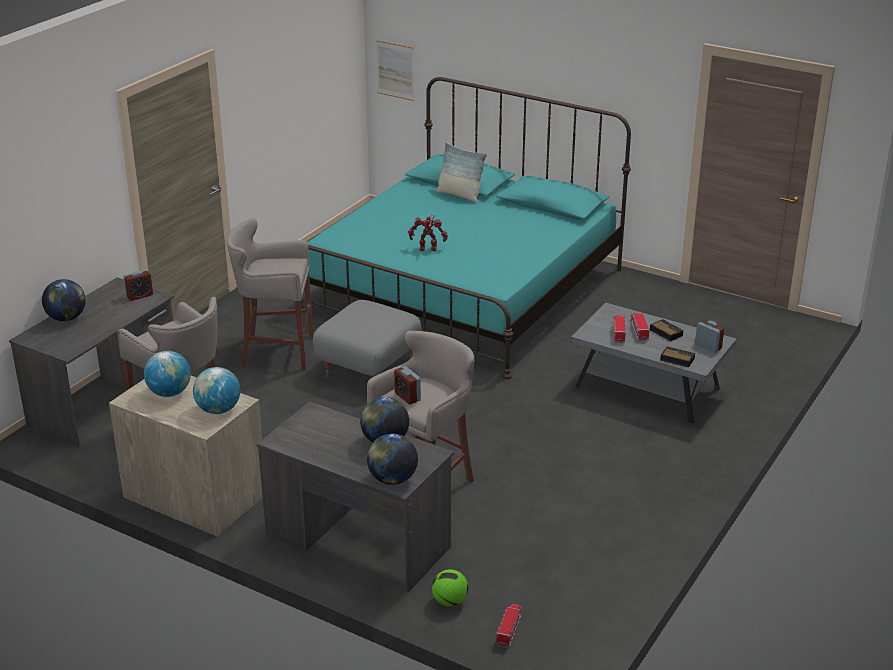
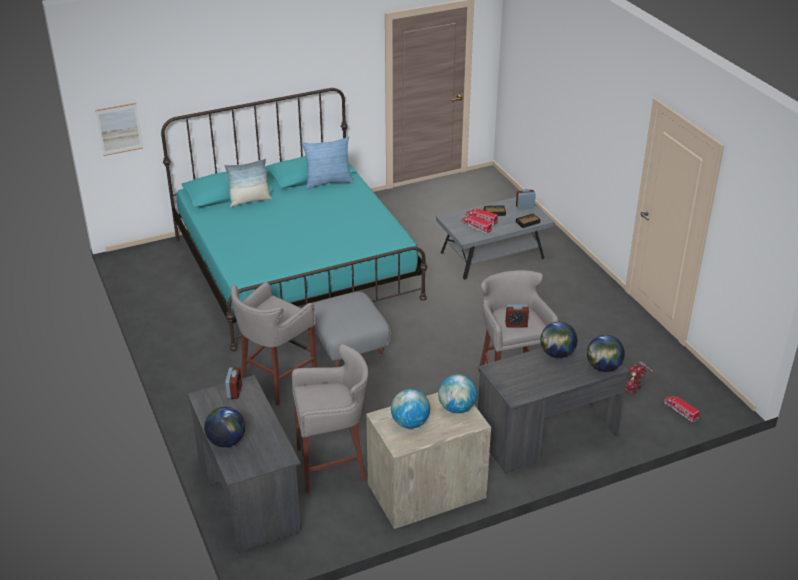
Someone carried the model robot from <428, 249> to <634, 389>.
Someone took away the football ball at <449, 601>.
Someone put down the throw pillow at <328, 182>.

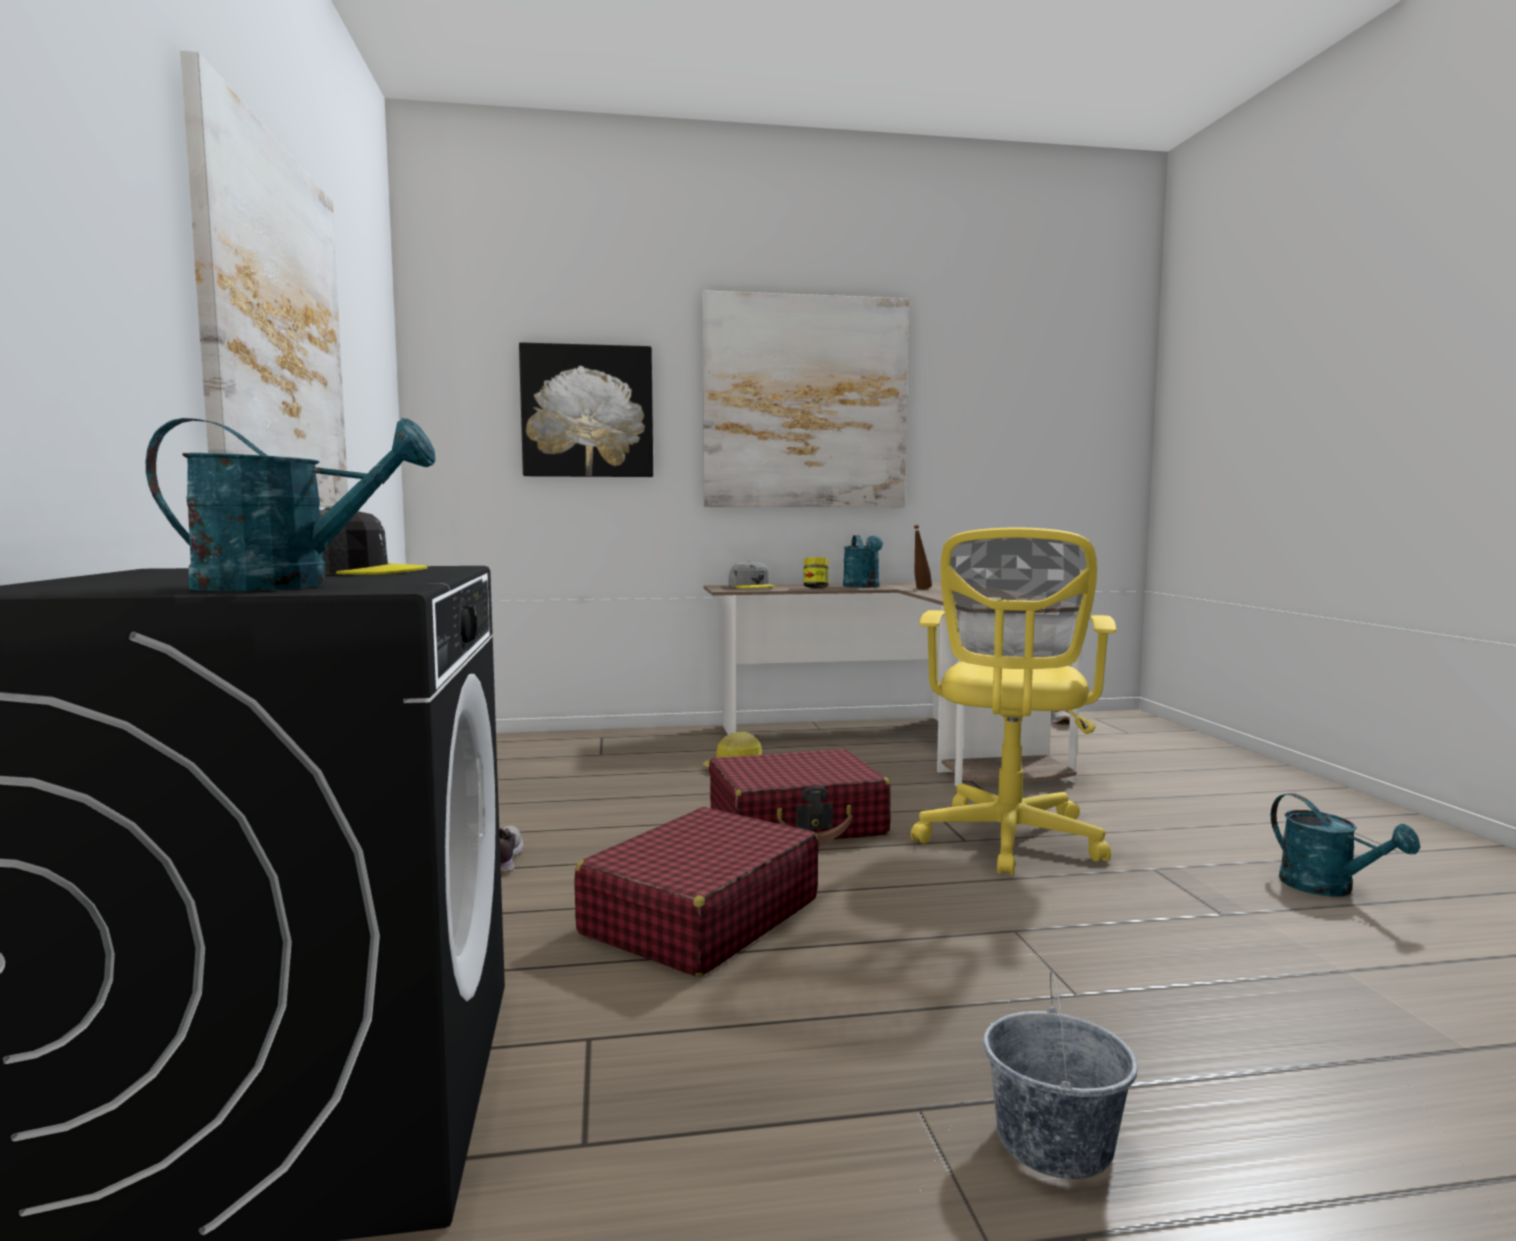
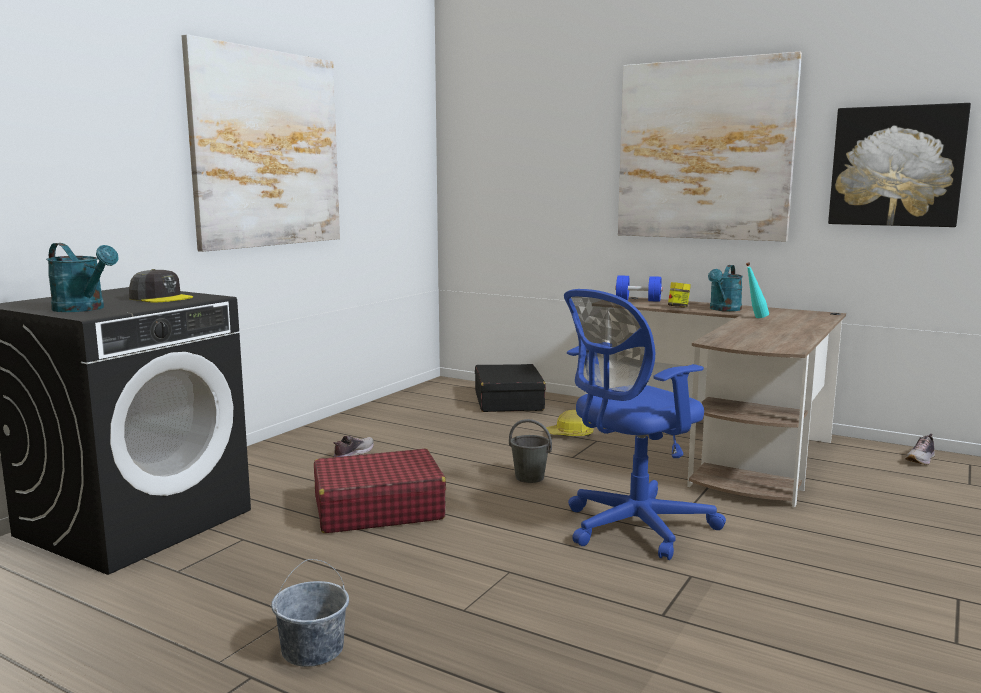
Someone carried the wall picture from <587, 411> to <896, 166>.
Someone repainted the brownish bottle at <920, 589>, which became the turquoise bottle at <755, 318>.
Someone repainted the yellow computer chair at <1008, 842>, which became the blue-coloured computer chair at <632, 528>.
Someone swapped the grey peaked cap at <752, 586> for the blue-coloured hand weight at <638, 300>.
Someone swapped the reddish suitcase at <797, 822> for the grey bucket at <530, 477>.
Someone took away the turquoise sprinkling can at <1328, 888>.
Someone put down the blackish suitcase at <508, 401>.

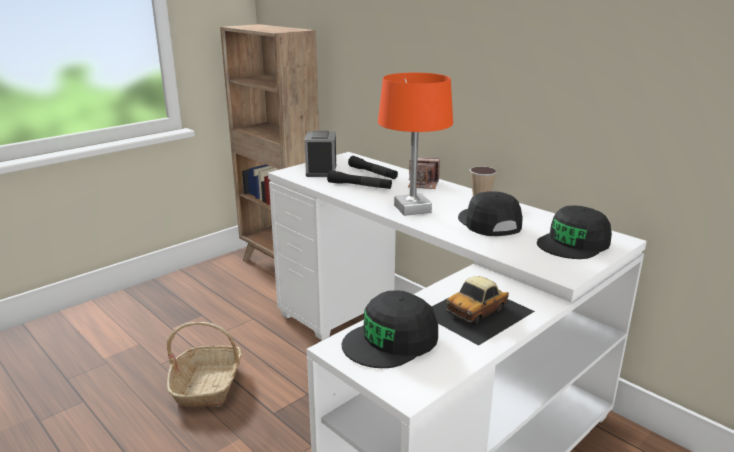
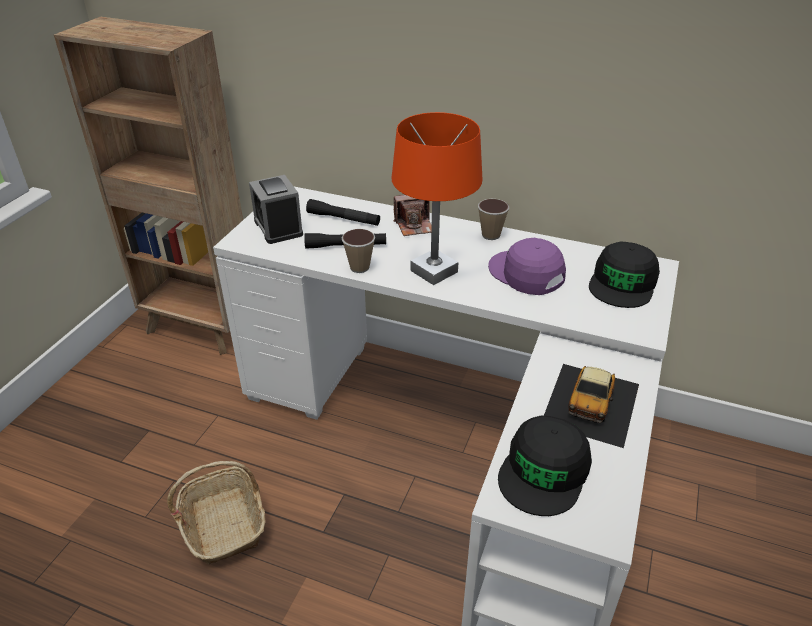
Someone repainted the blackish peaked cap at <489, 223>, which became the purplish peaked cap at <526, 273>.
Someone put down the cup at <359, 267>.

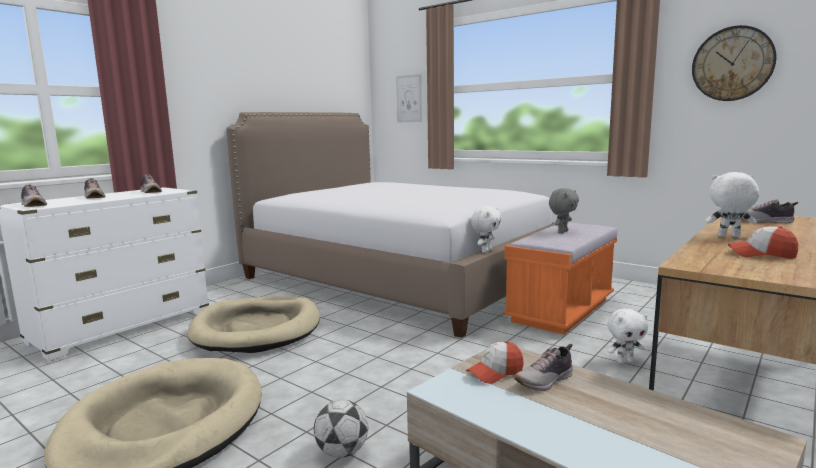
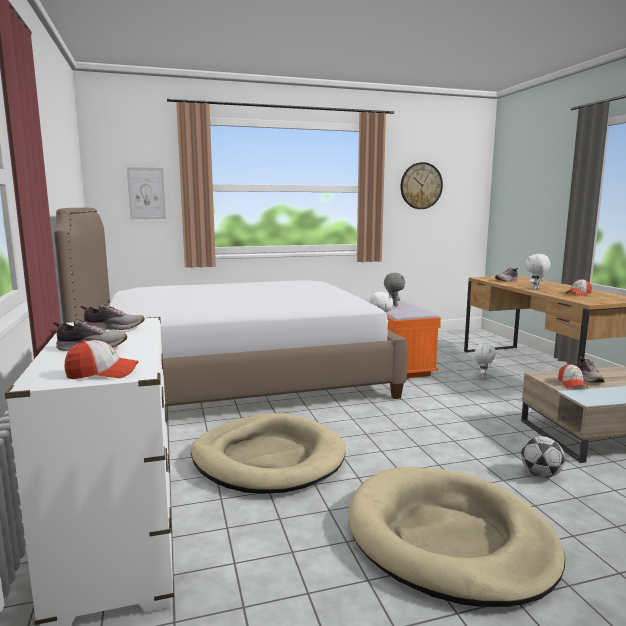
Someone swapped the item of footwear at <34, 205> for the peaked cap at <102, 373>.

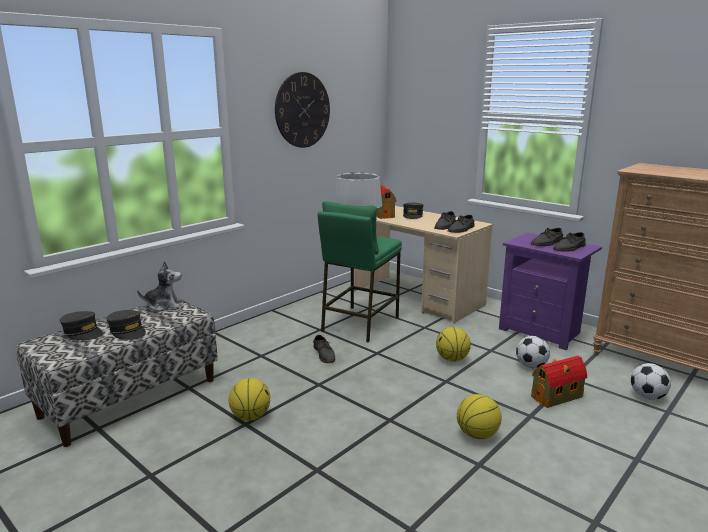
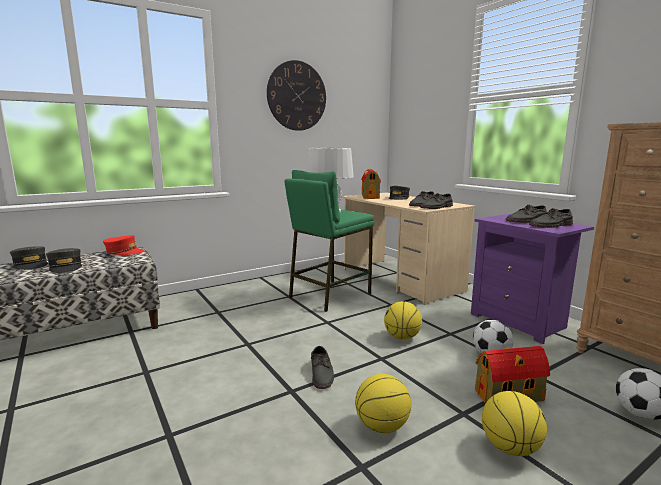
Someone swapped the cuddly toy at <164, 305> for the reddish peaked cap at <124, 252>.
Someone carried the grey item of footwear from <324, 354> to <322, 373>.
Someone carried the basketball ball from <250, 416> to <510, 447>.

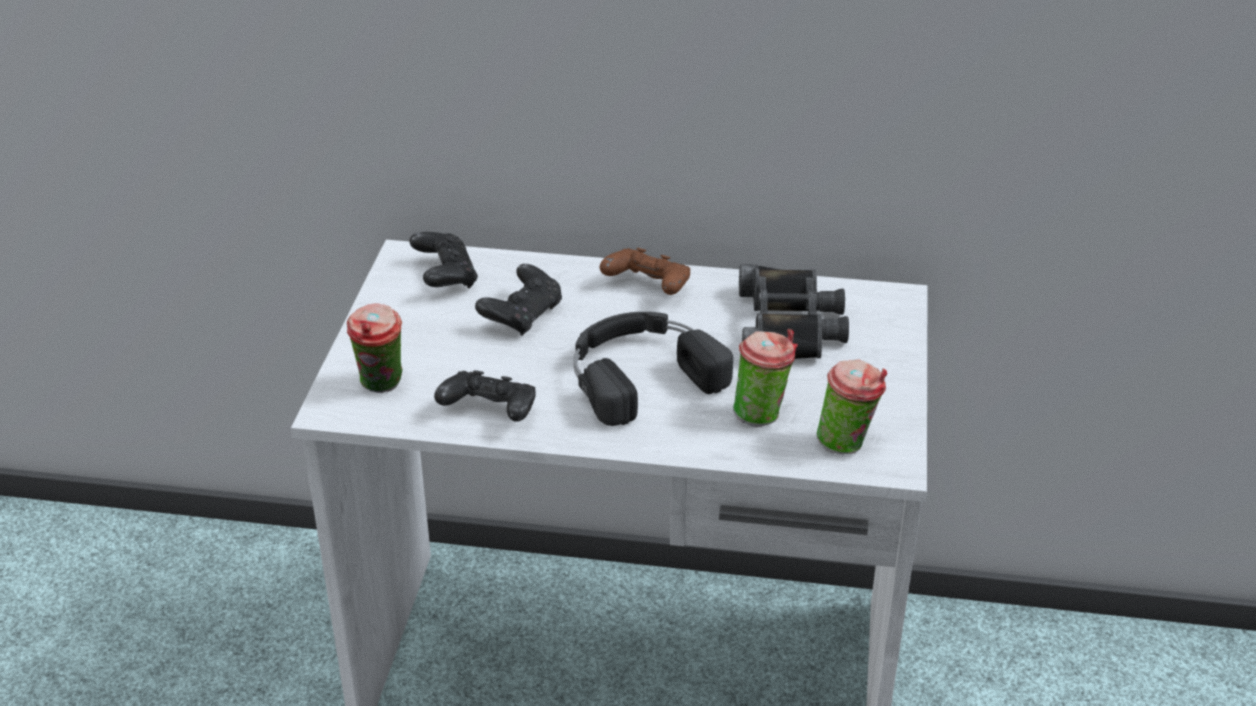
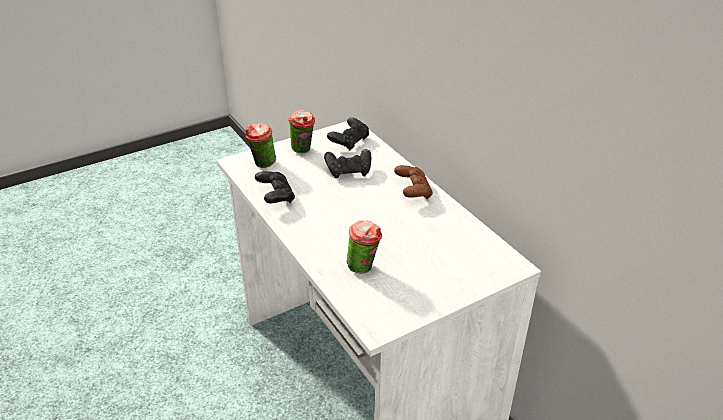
Someone took away the blackish binoculars at <790, 326>.
Someone took away the blackish pair of headphones at <640, 374>.
Someone carried the cup from <848, 444> to <303, 151>.

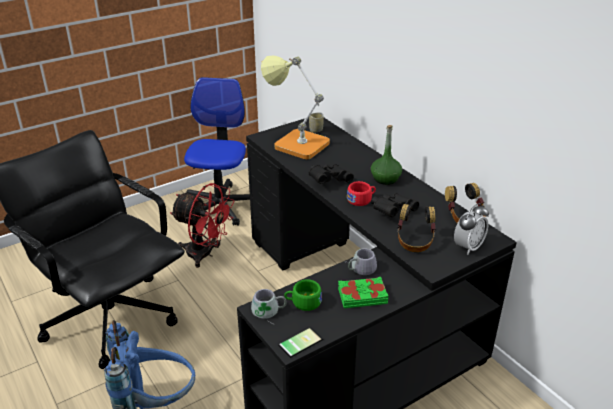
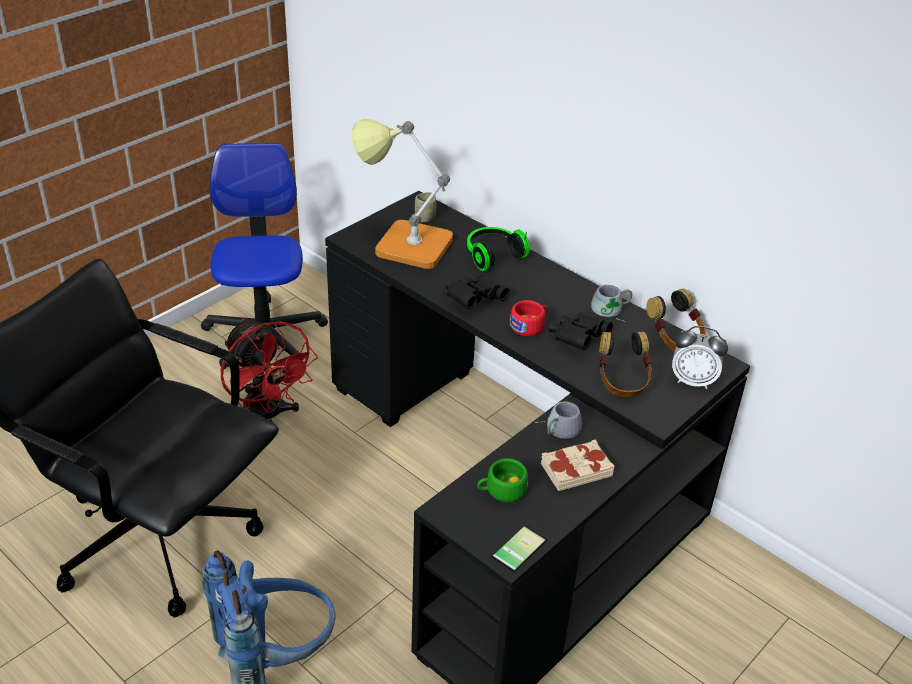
Someone took away the greenish bottle at <385, 178>.
Someone rotated the reddish fan at <205, 254> by 45 degrees clockwise.
Someone rotated the alarm clock at <468, 247> by 75 degrees clockwise.
Someone repainted the greenish bound book at <362, 296>, which became the beige bound book at <575, 469>.
Someone carried the grey coffee mug from <268, 312> to <611, 310>.
Someone put down the pair of headphones at <492, 255>.

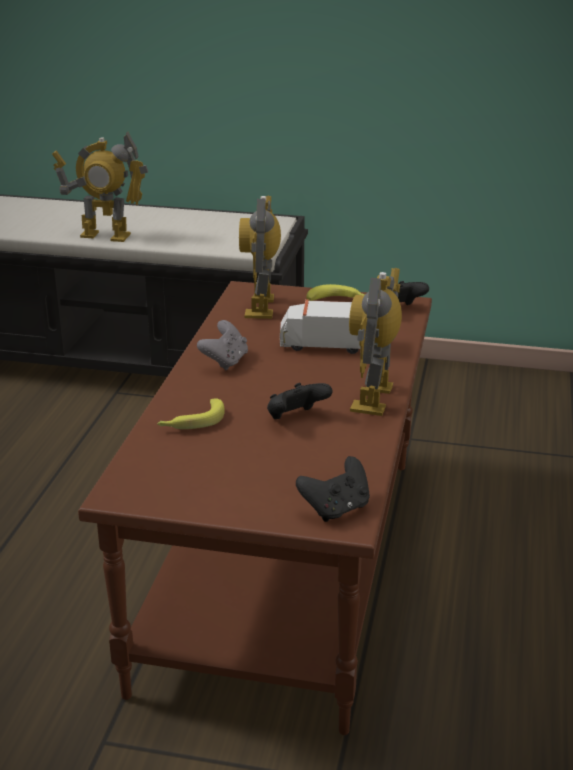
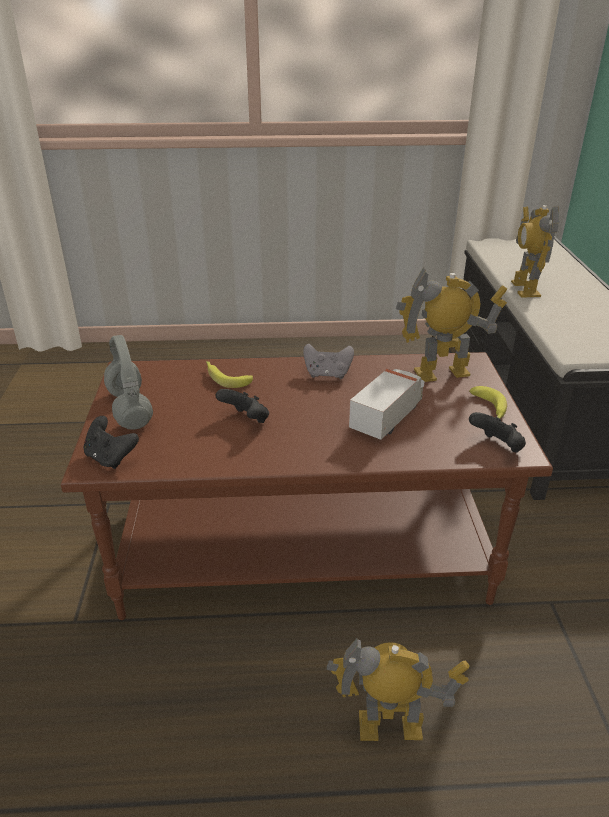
Someone carried the model robot from <374, 398> to <389, 728>.
Someone rotated the toy truck at <327, 345> by 45 degrees clockwise.
Someone put down the grey pair of headphones at <129, 409>.

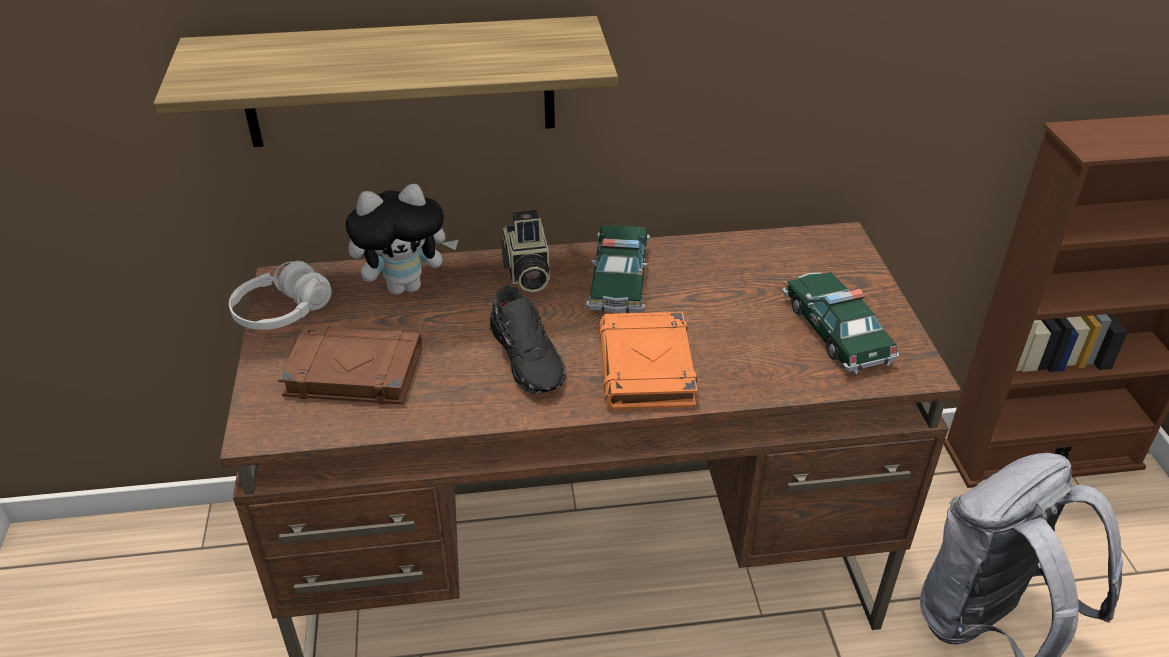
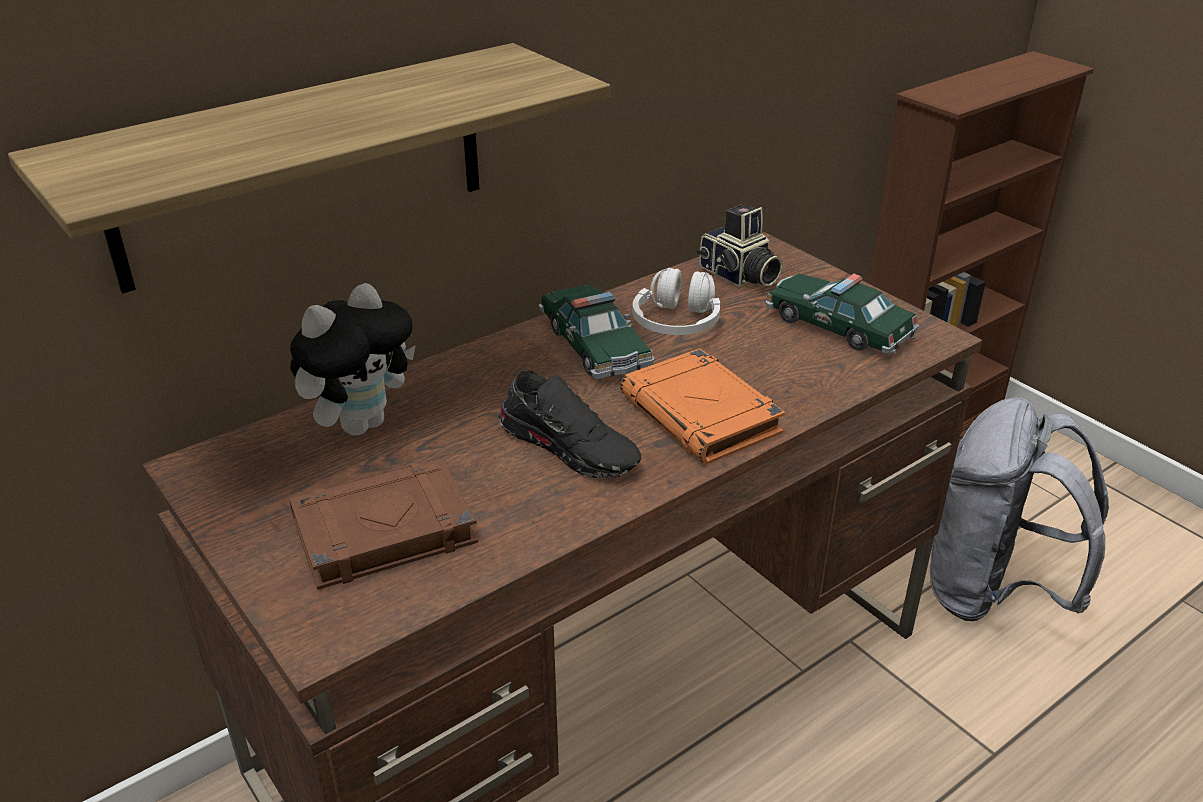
Someone carried the photo camera from <526, 273> to <738, 276>.
Someone carried the whitish pair of headphones from <282, 312> to <677, 323>.

